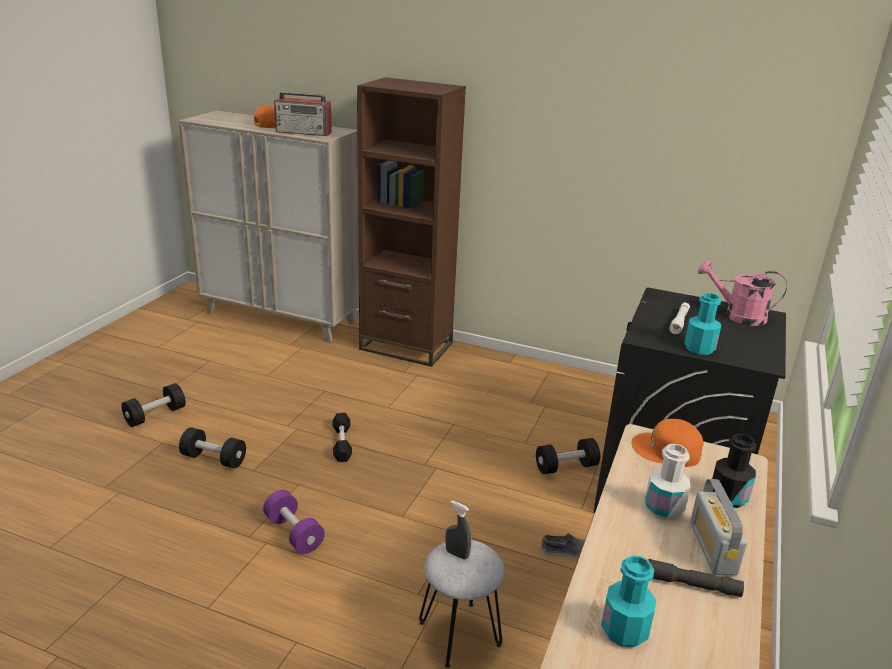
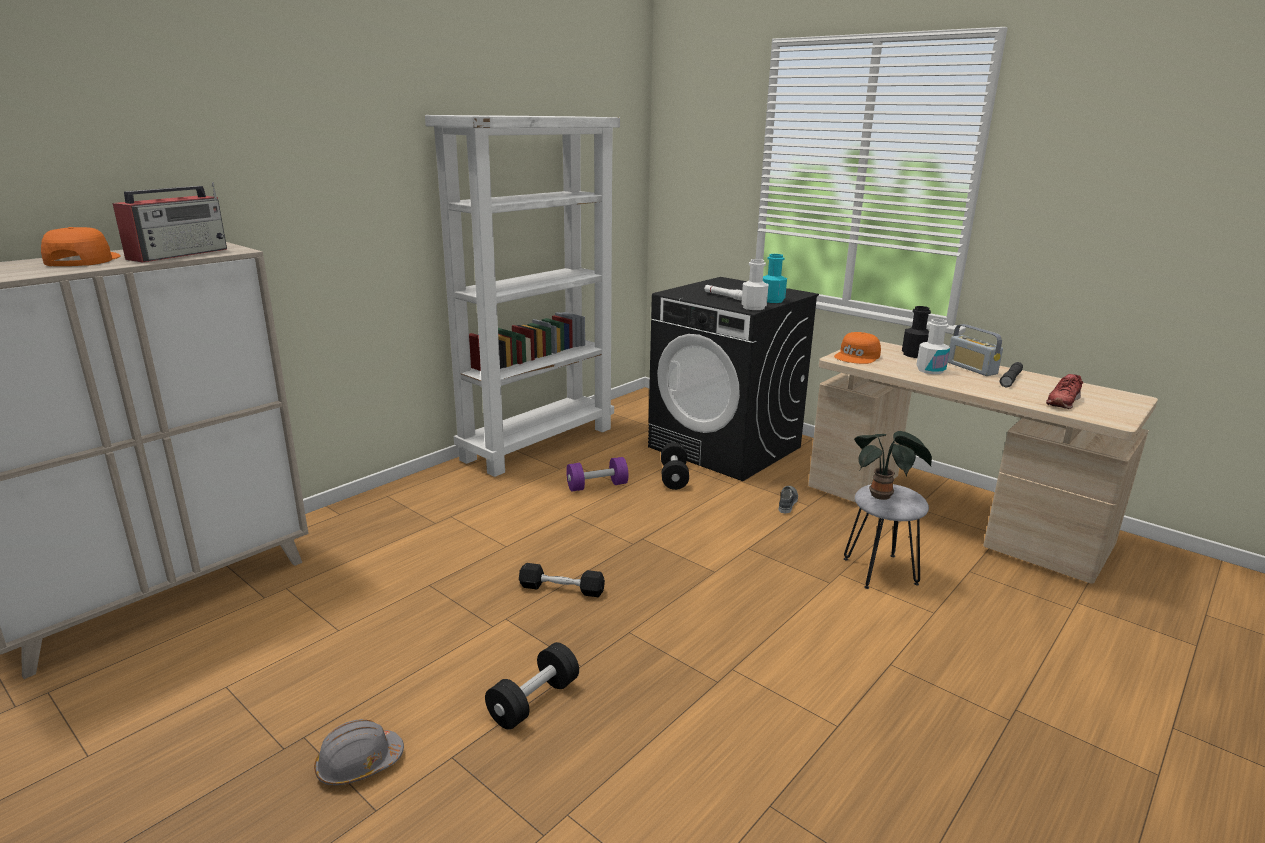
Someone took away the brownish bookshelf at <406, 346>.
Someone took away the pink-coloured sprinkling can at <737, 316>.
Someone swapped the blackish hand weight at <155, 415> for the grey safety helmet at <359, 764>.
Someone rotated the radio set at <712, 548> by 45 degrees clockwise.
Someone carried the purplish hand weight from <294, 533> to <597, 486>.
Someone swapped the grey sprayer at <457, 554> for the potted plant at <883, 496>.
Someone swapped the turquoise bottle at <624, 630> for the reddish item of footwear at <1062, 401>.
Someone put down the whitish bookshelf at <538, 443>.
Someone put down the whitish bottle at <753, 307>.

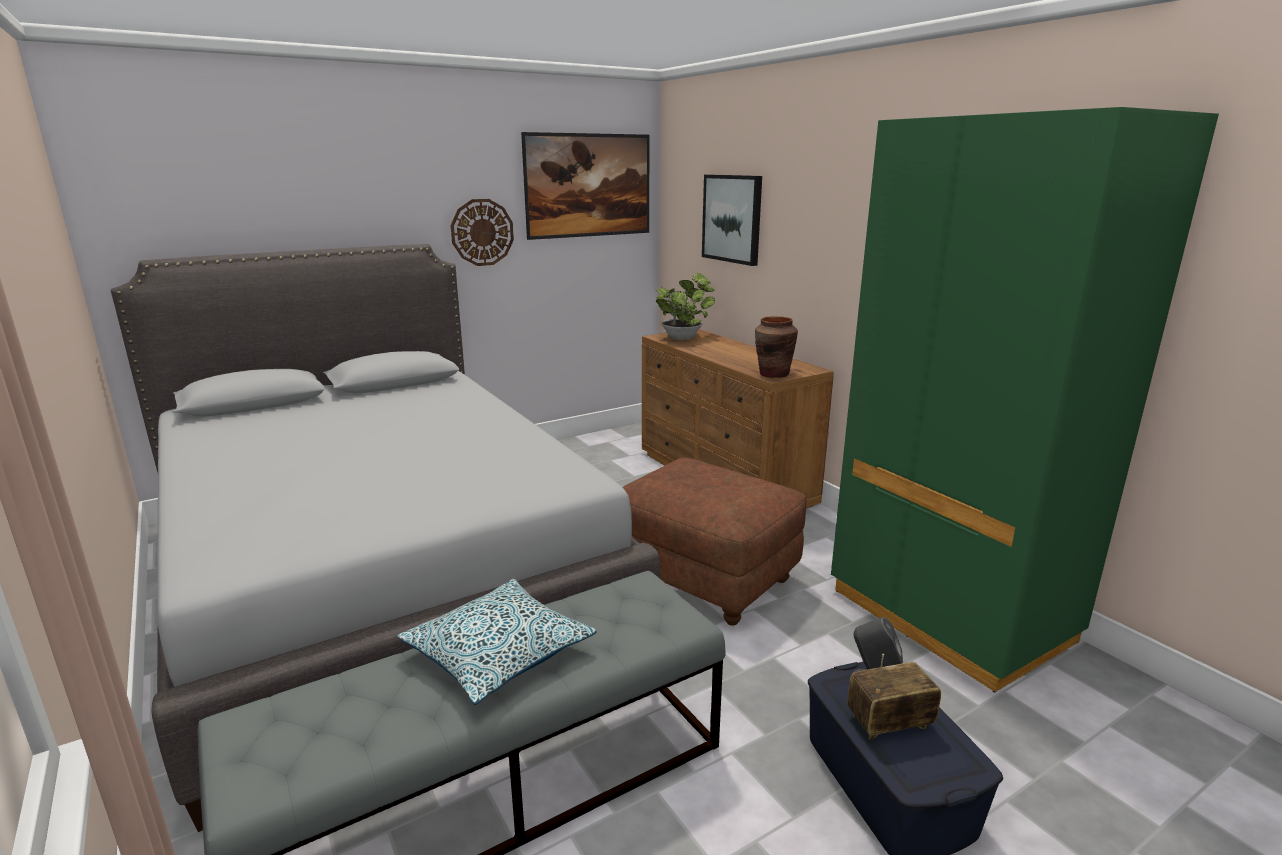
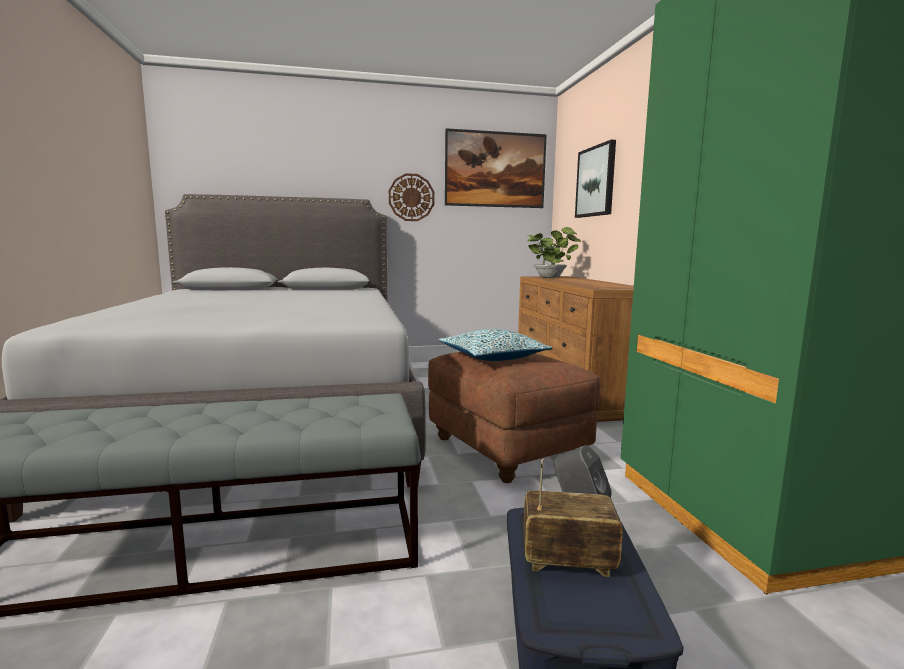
Someone took away the brownish flower vase at <773, 374>.
Someone carried the throw pillow from <498, 653> to <492, 357>.

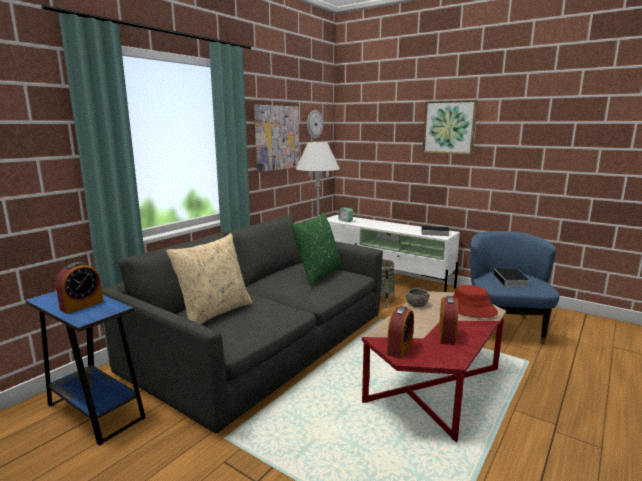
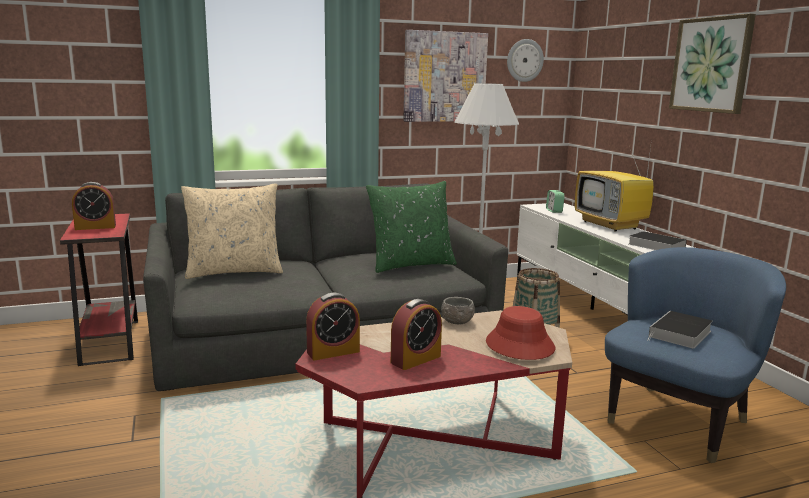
Someone repainted the blue-coloured accent table at <95, 411>, which became the reddish accent table at <110, 342>.
Someone put down the TV set at <611, 225>.

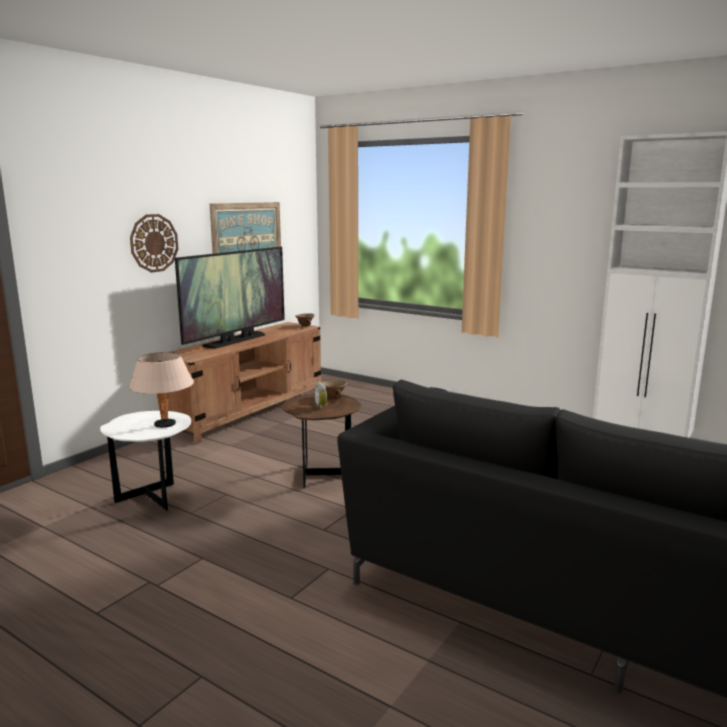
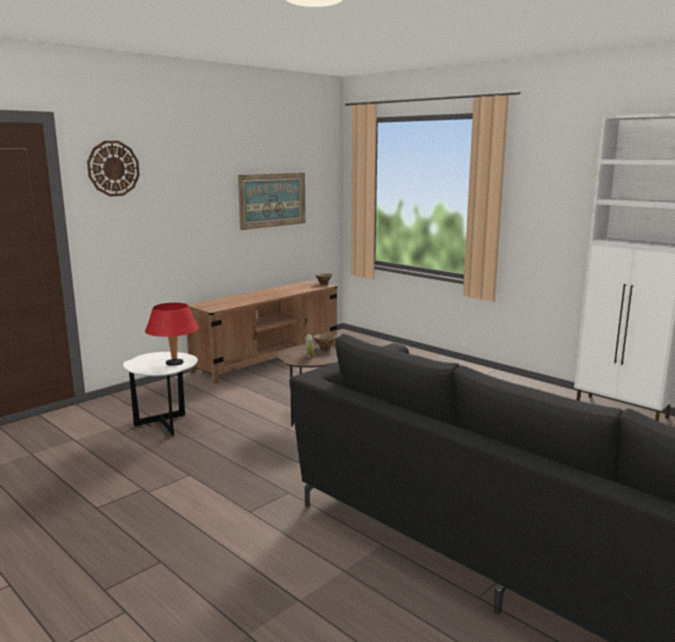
Someone carried the hanging clock from <154, 243> to <113, 168>.
Someone took away the TV set at <236, 340>.
Someone repainted the beige table lamp at <165, 425>, which became the reddish table lamp at <175, 363>.

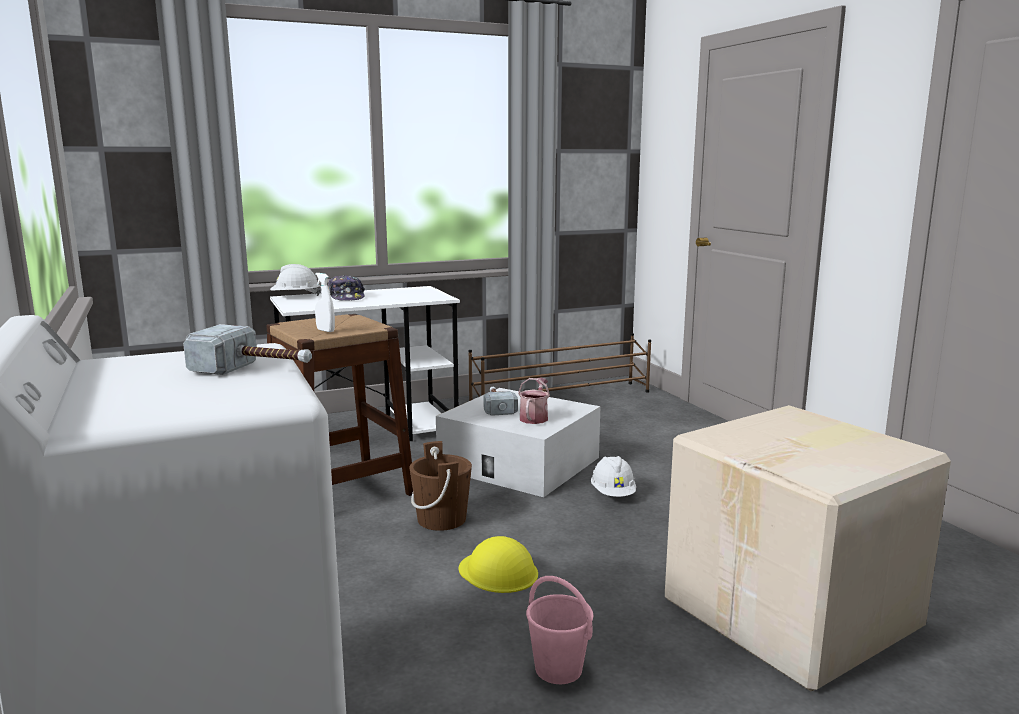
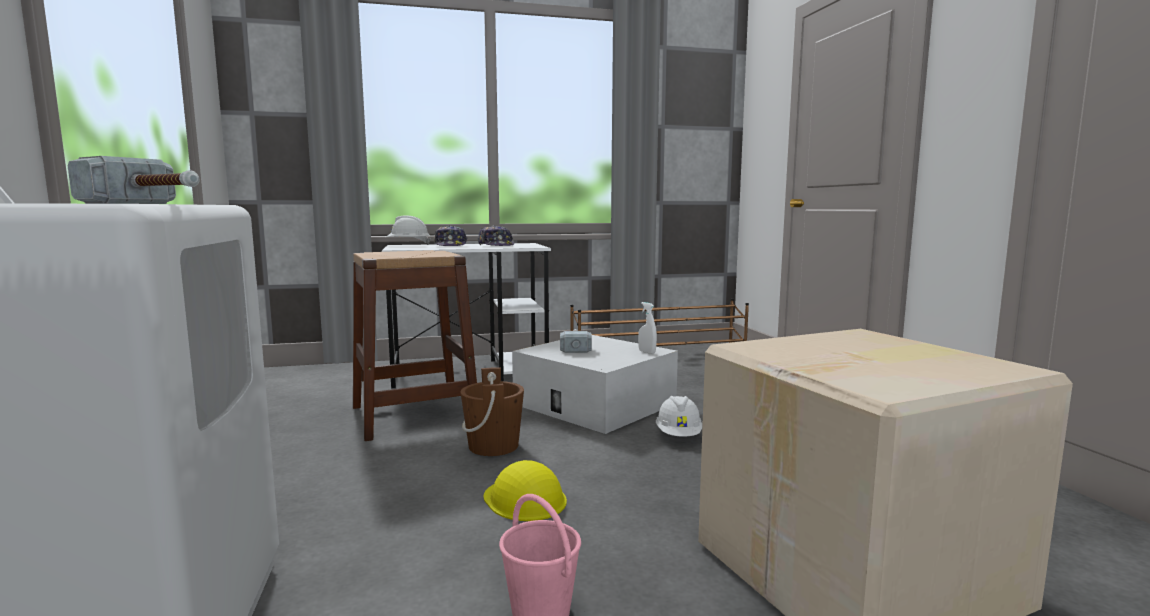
Someone carried the whitish sprayer from <325, 330> to <647, 352>.
Someone took away the sprinkling can at <534, 417>.
Someone put down the peaked cap at <496, 245>.

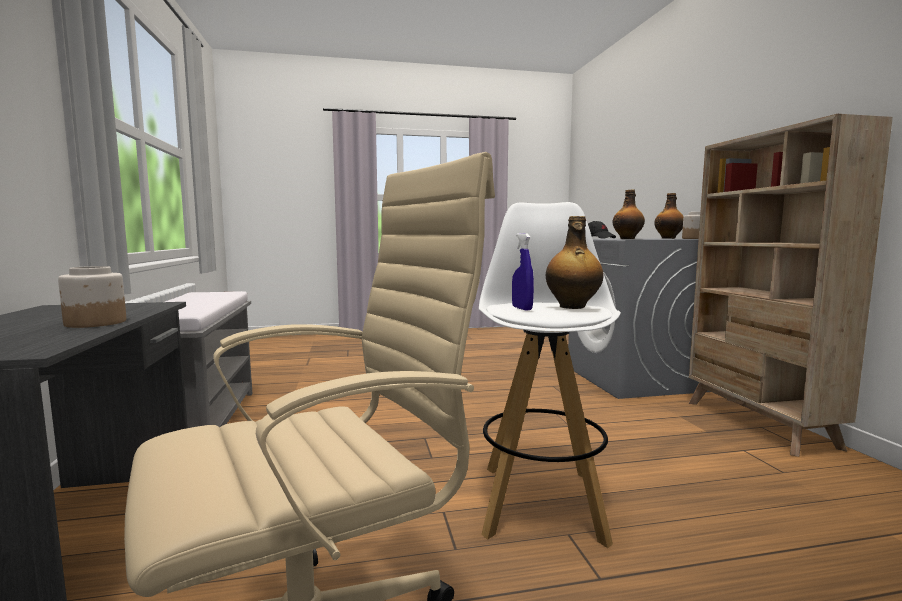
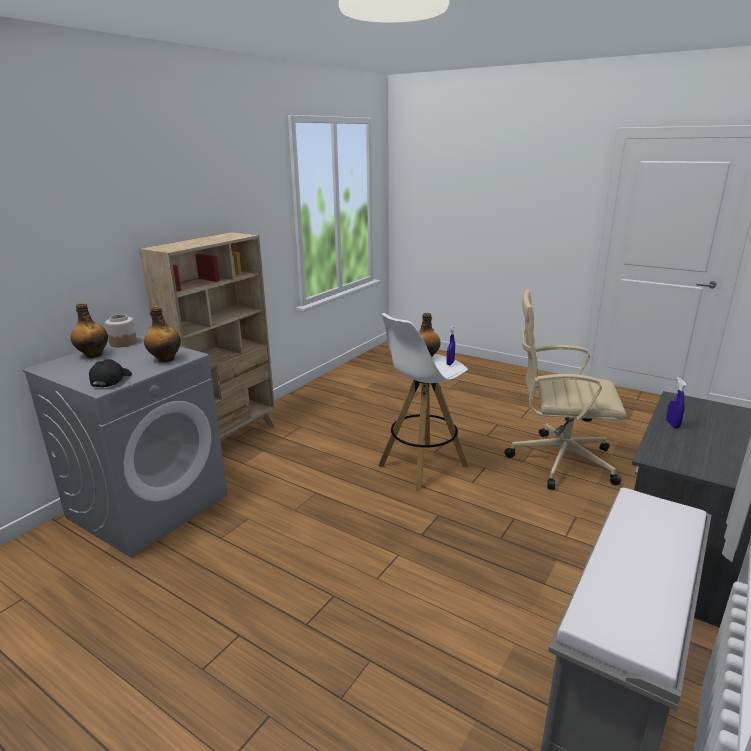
Someone swapped the jar at <95, 323> for the blue-coloured sprayer at <672, 424>.

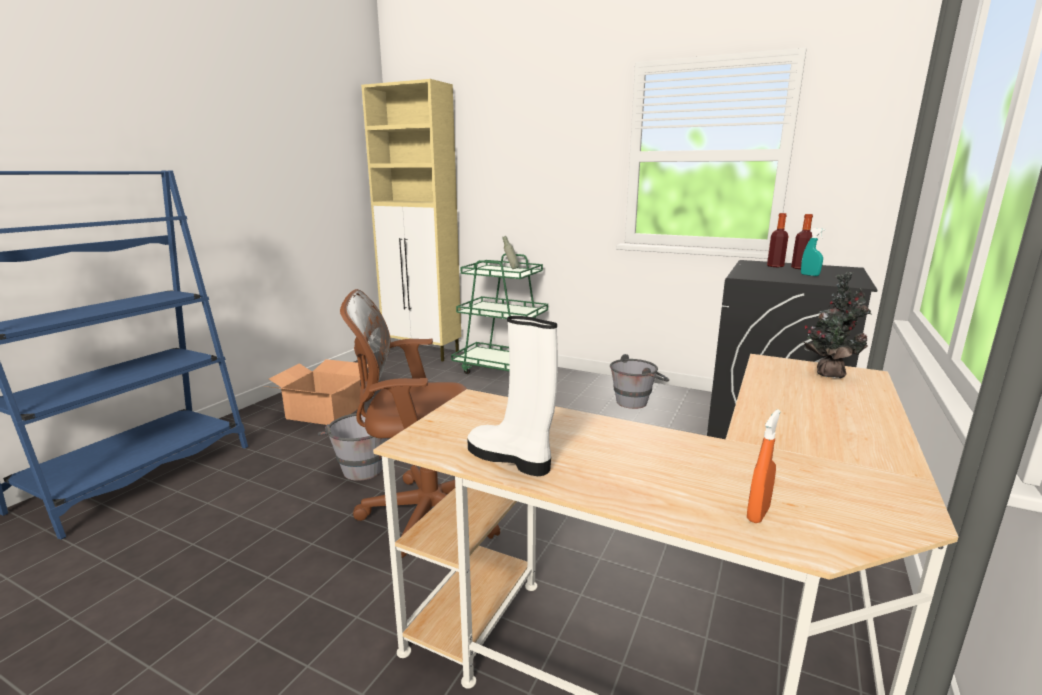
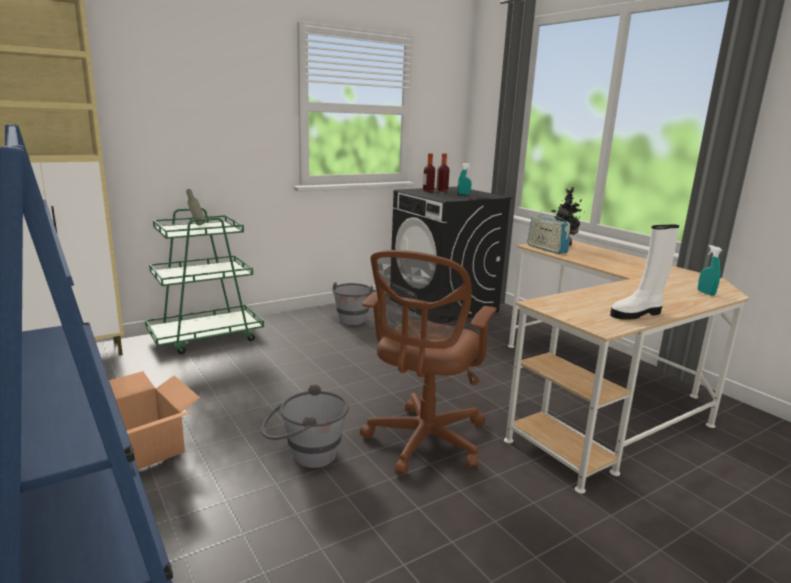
Someone repainted the orange sprayer at <758, 514>, which became the turquoise sprayer at <706, 293>.
Someone put down the radio set at <546, 249>.

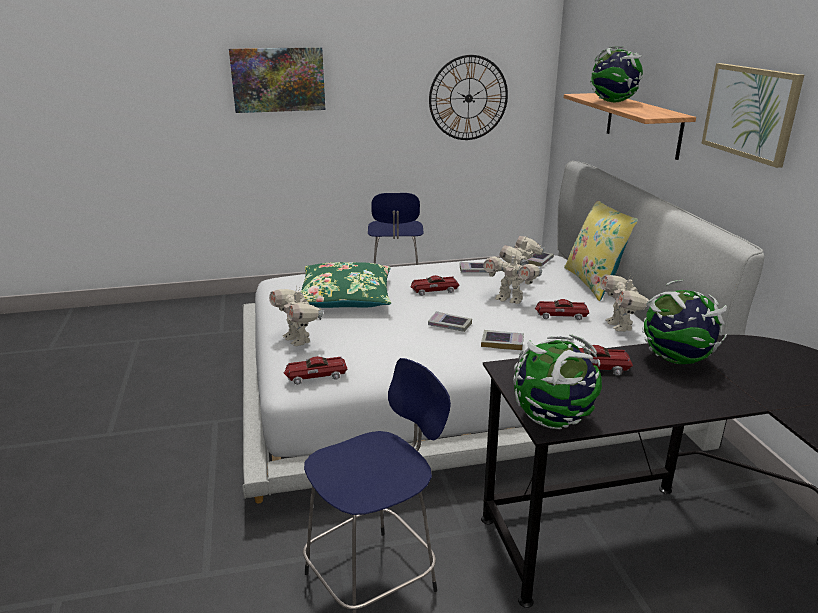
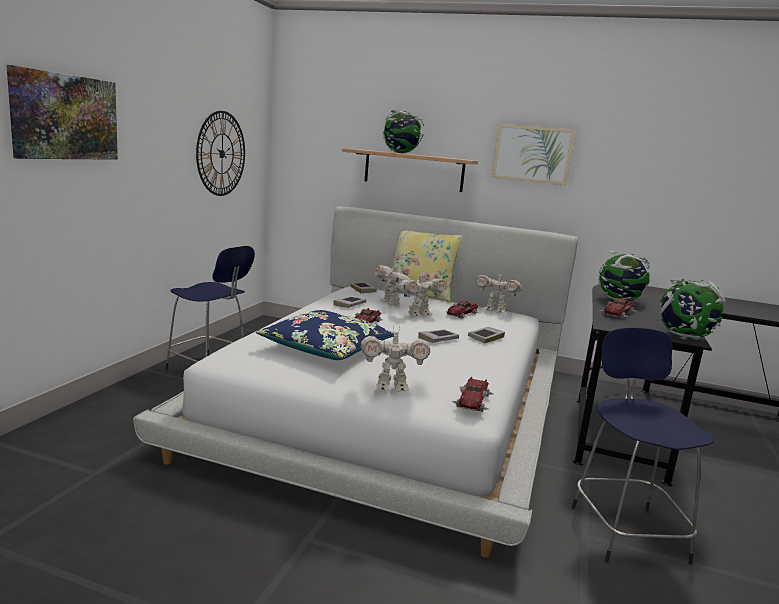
Someone repainted the greenish throw pillow at <346, 297>, which became the blue-coloured throw pillow at <327, 348>.

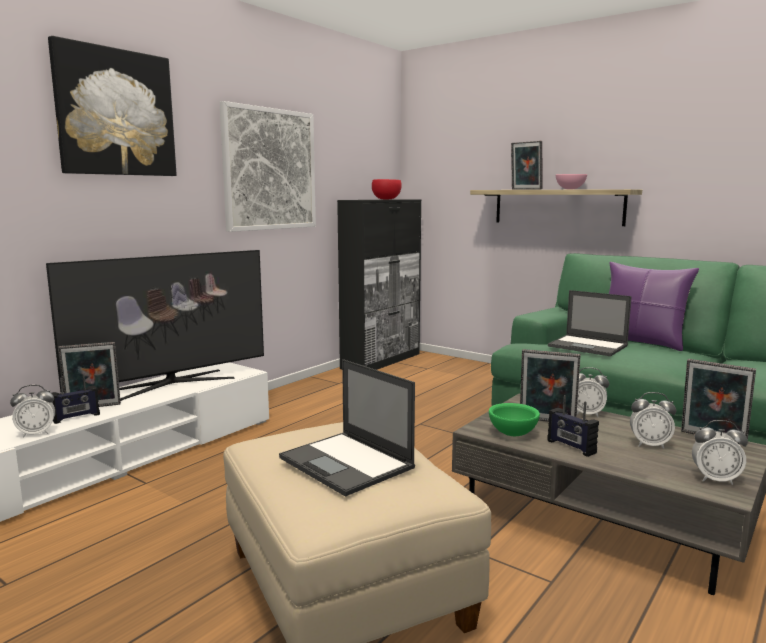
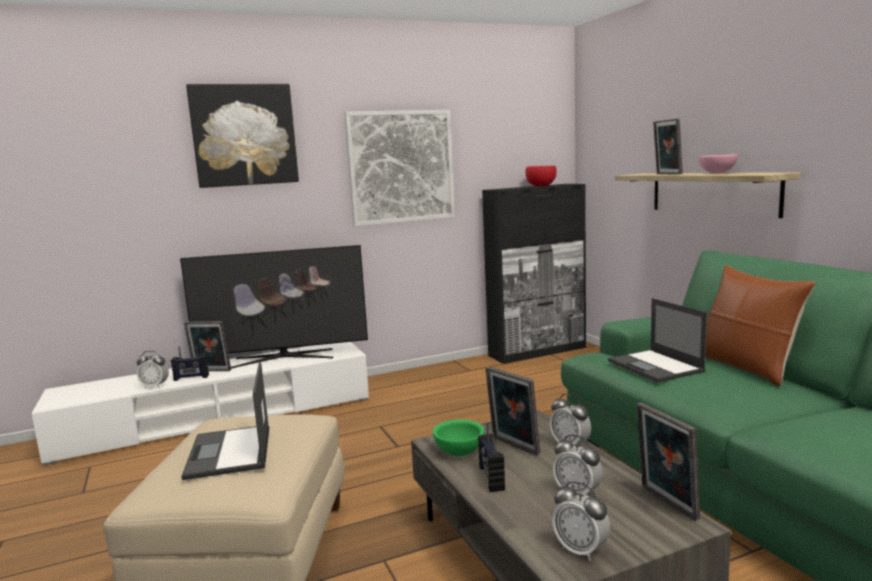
Someone repainted the purplish throw pillow at <640, 342>, which became the brownish throw pillow at <746, 367>.

